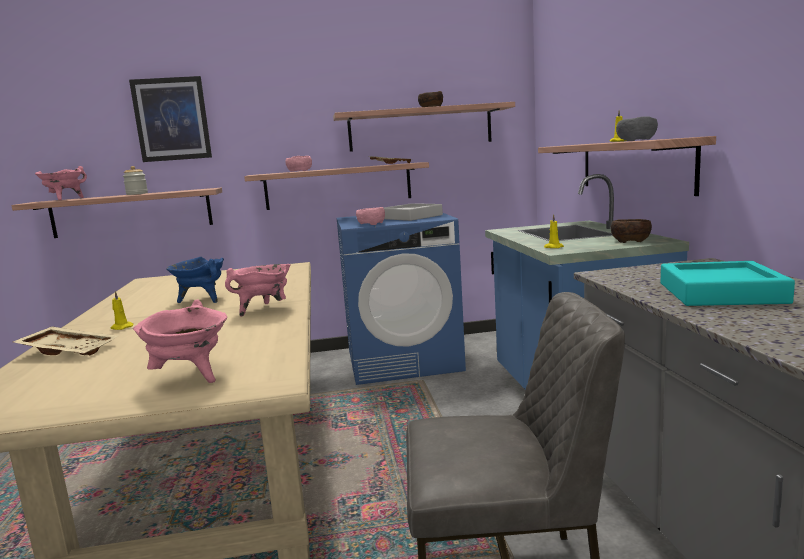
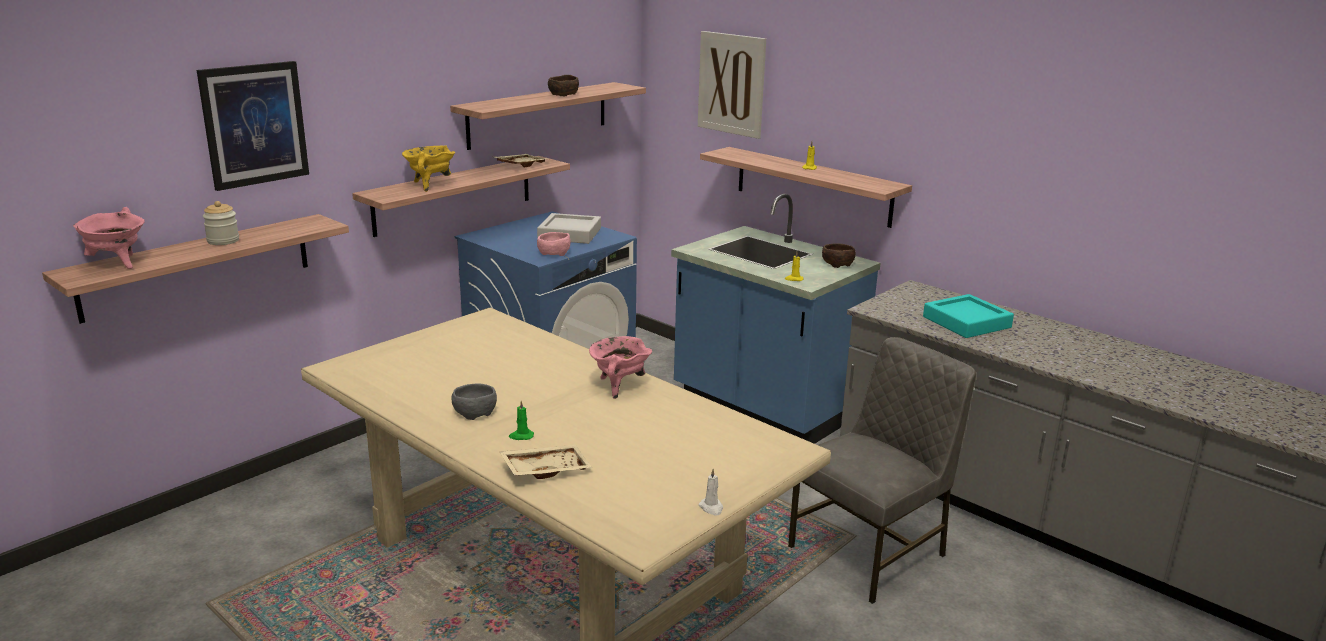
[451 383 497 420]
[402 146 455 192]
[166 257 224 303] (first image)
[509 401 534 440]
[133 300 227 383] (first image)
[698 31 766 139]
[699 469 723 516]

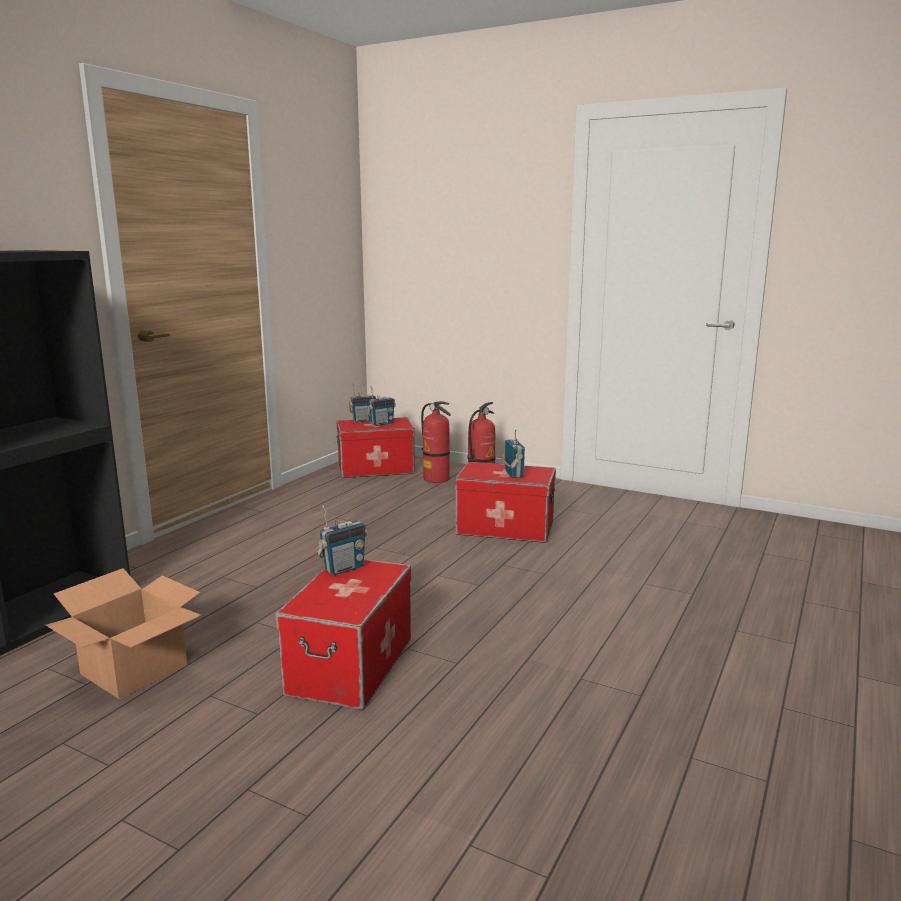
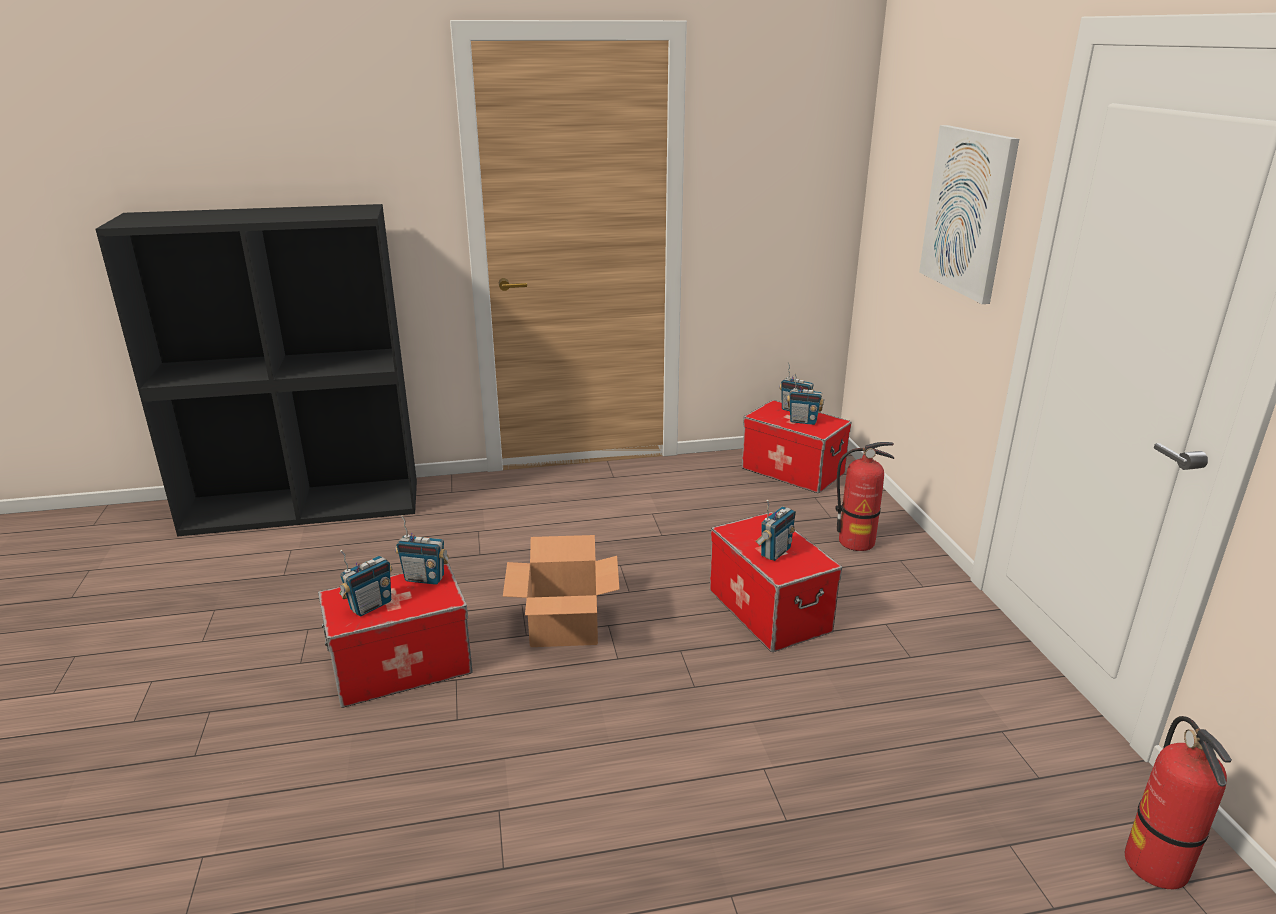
[1125 716 1232 889]
[503 535 620 647]
[919 125 1019 304]
[339 550 392 616]

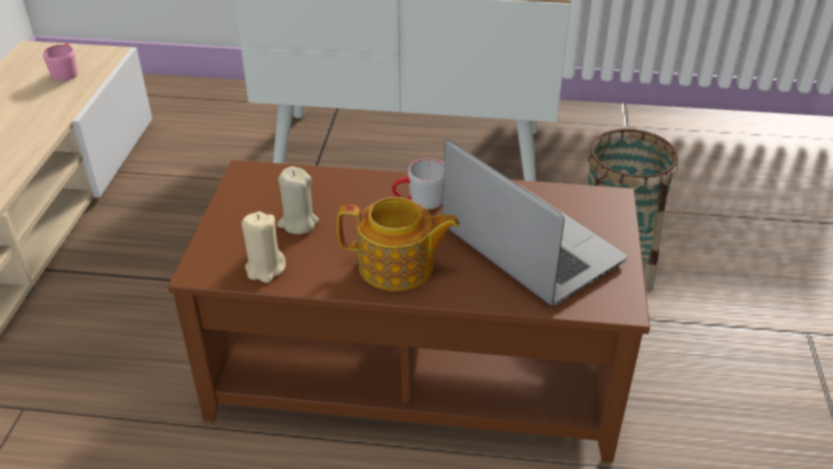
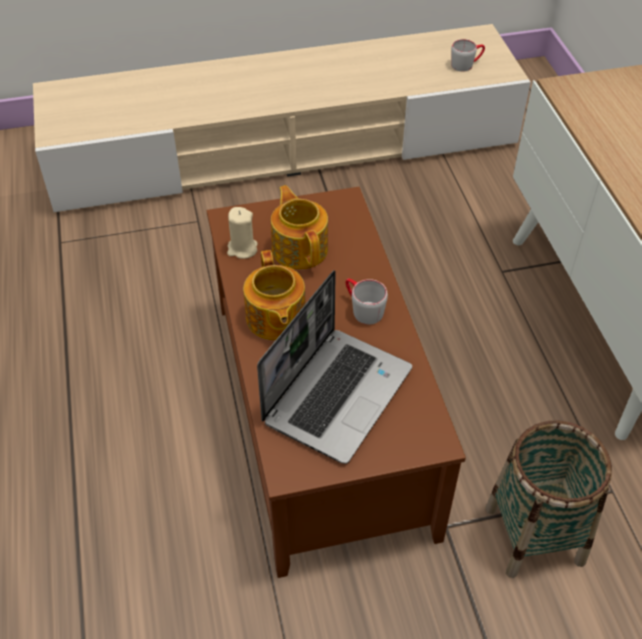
[451 39 485 72]
[271 185 328 269]

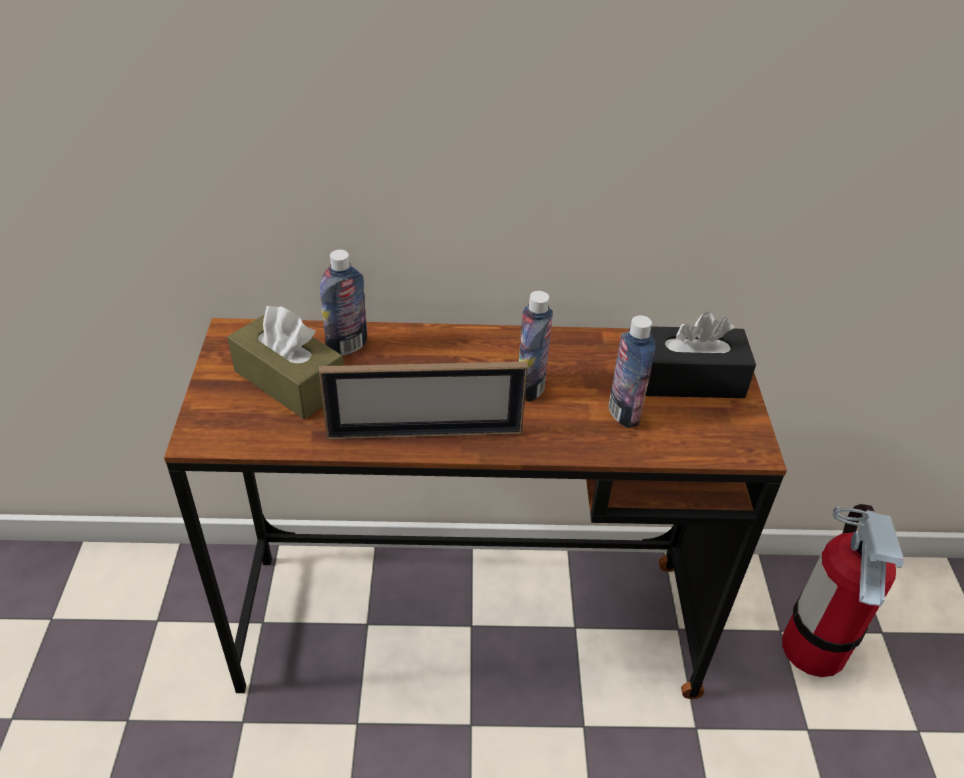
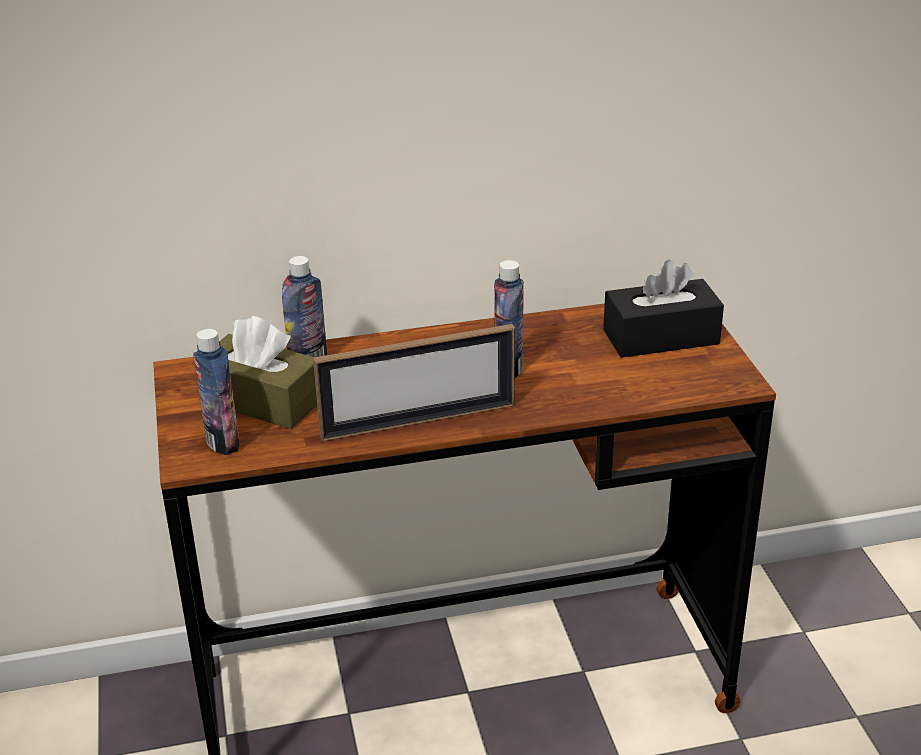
[193 329 240 455]
[782 504 904 677] (first image)

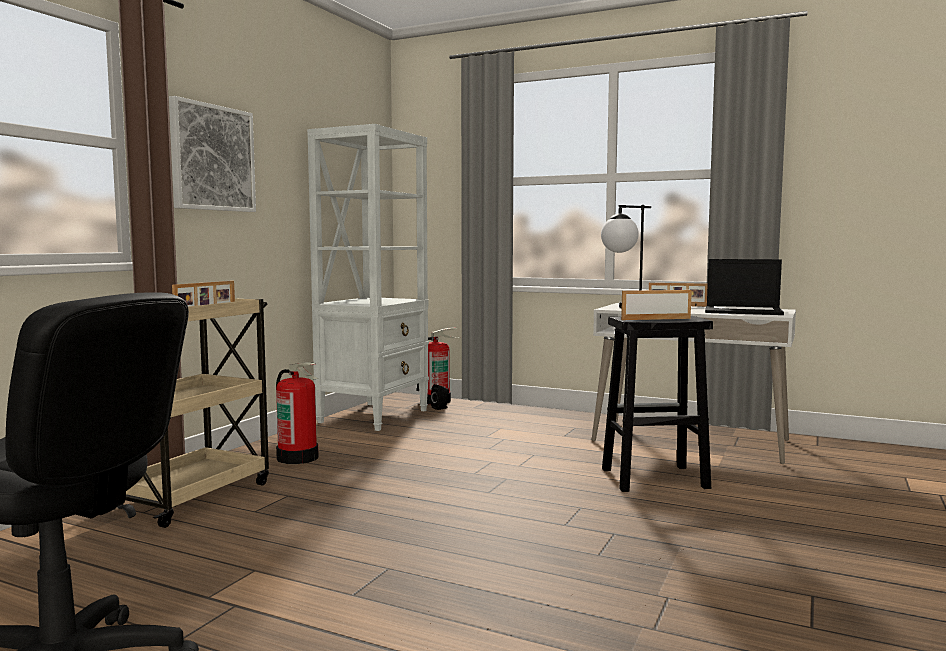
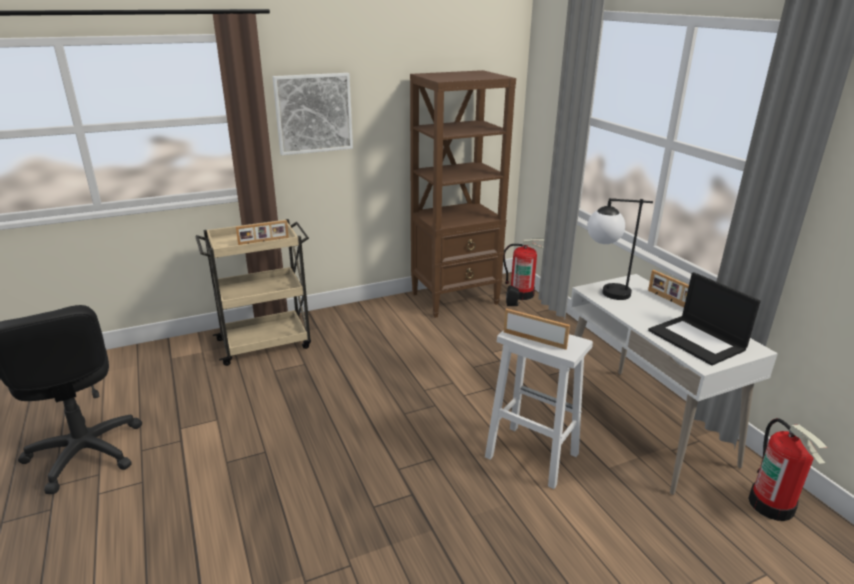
[410 70 516 318]
[485 330 593 489]
[748 418 828 521]

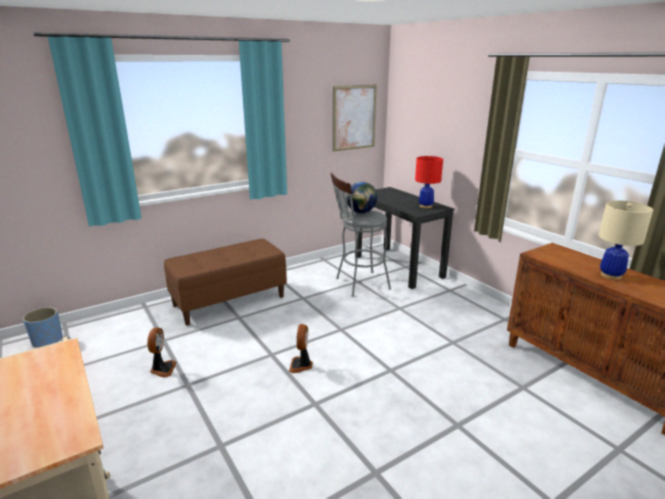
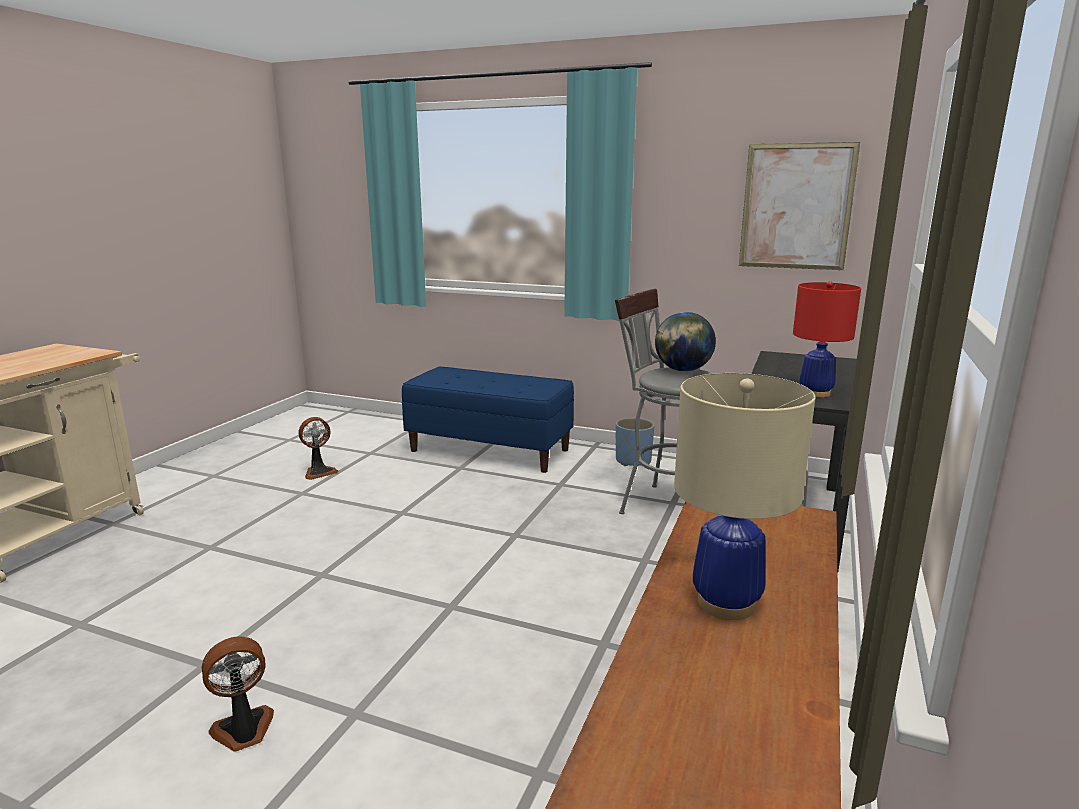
[402 366 574 473]
[616 417 655 466]
[202 636 274 752]

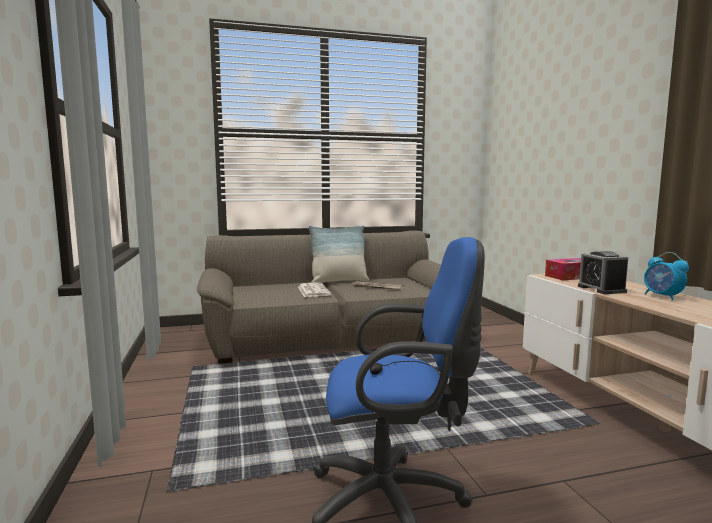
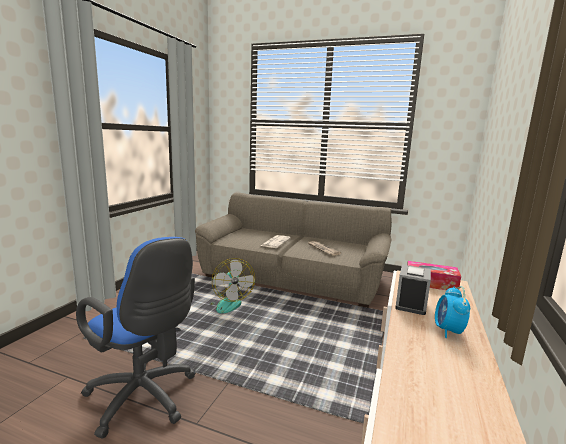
[308 225 369 283] (first image)
[209 258 255 313]

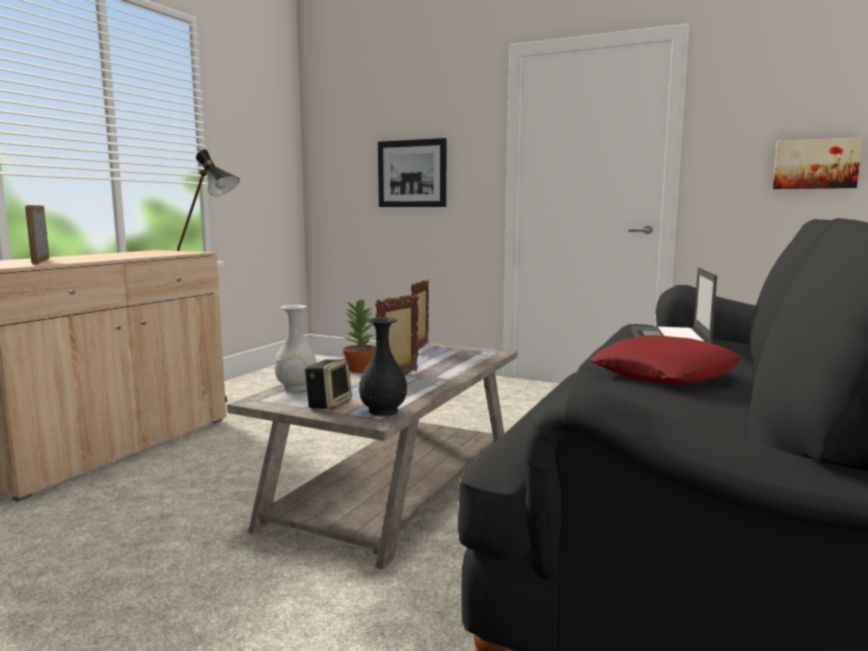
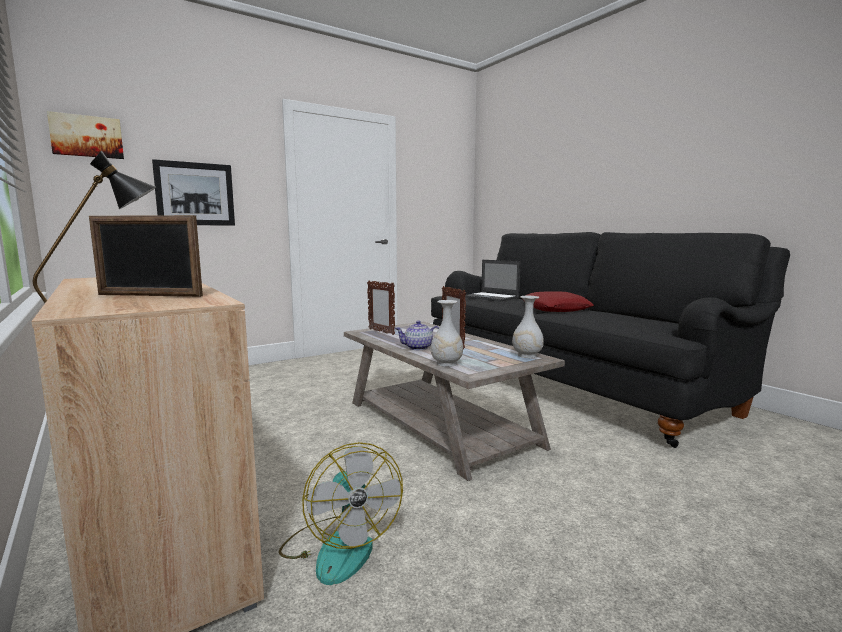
[47 111 124 159]
[395 321 439 350]
[512 296 544 358]
[305 359 352 410] (first image)
[279 442 403 585]

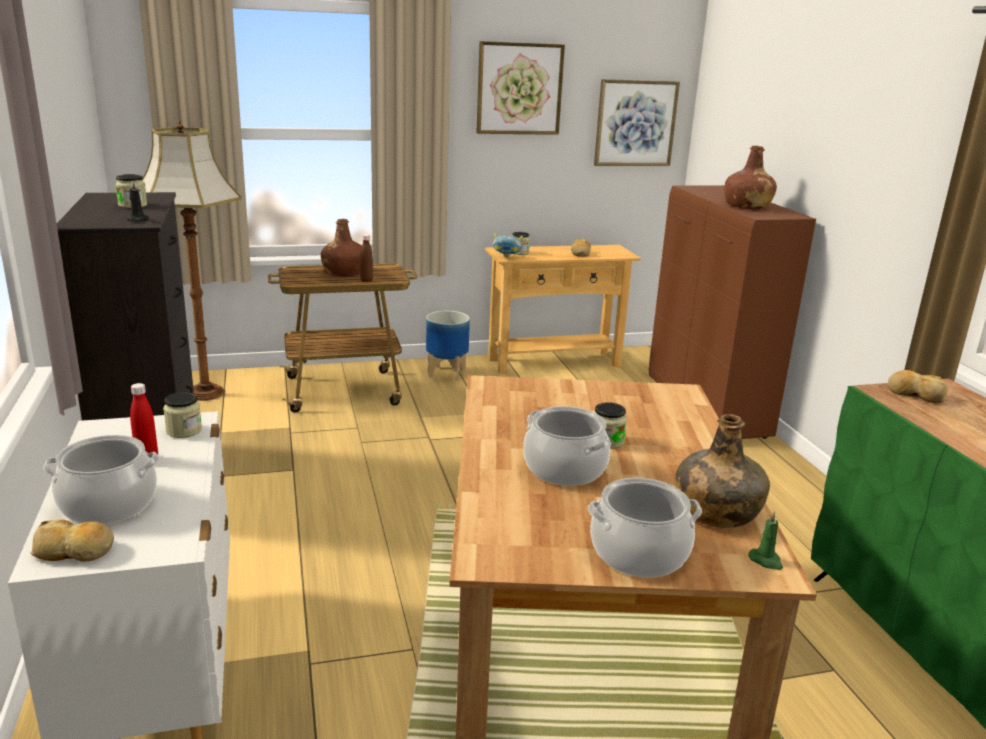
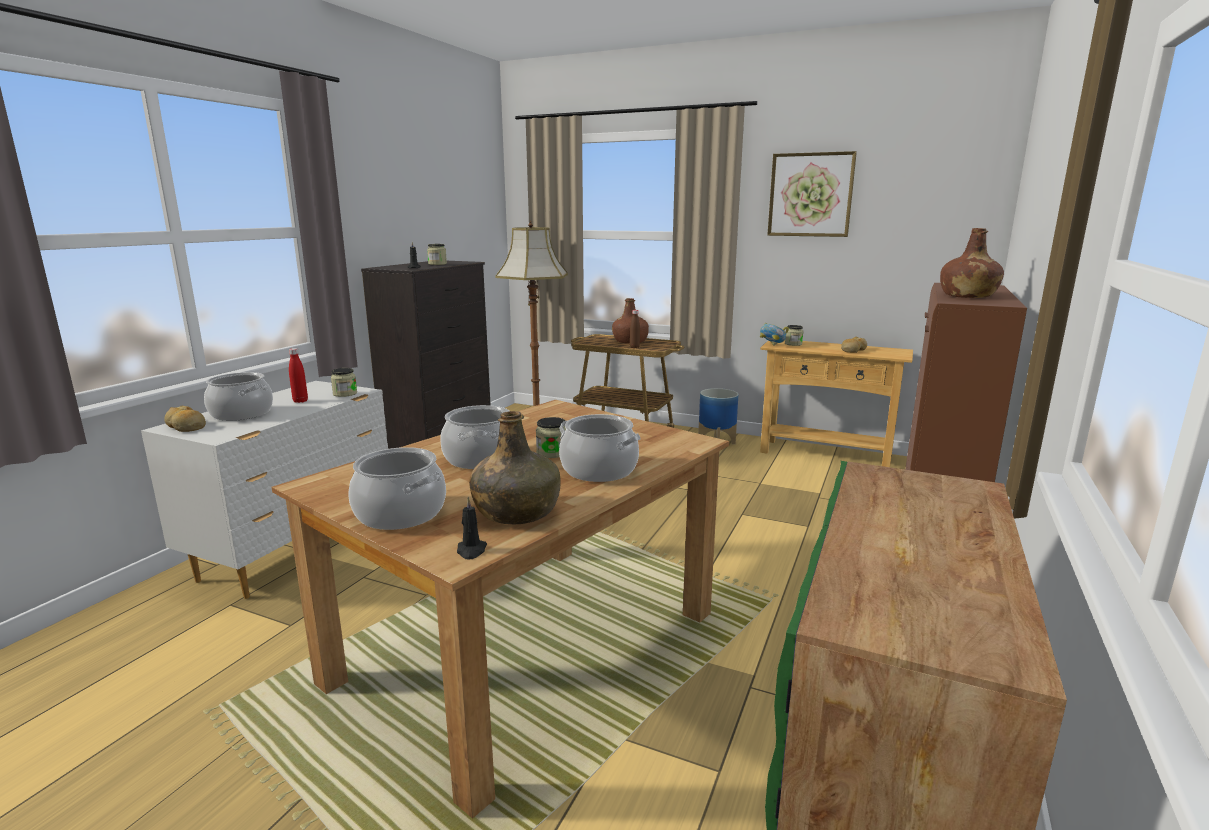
[594 79 680 166] (first image)
[888 370 948 403] (first image)
[457 497 487 560]
[559 414 641 482]

